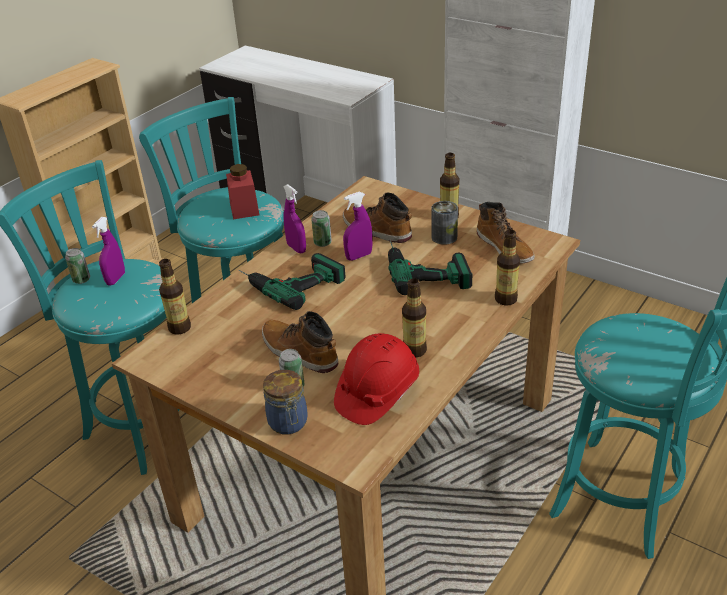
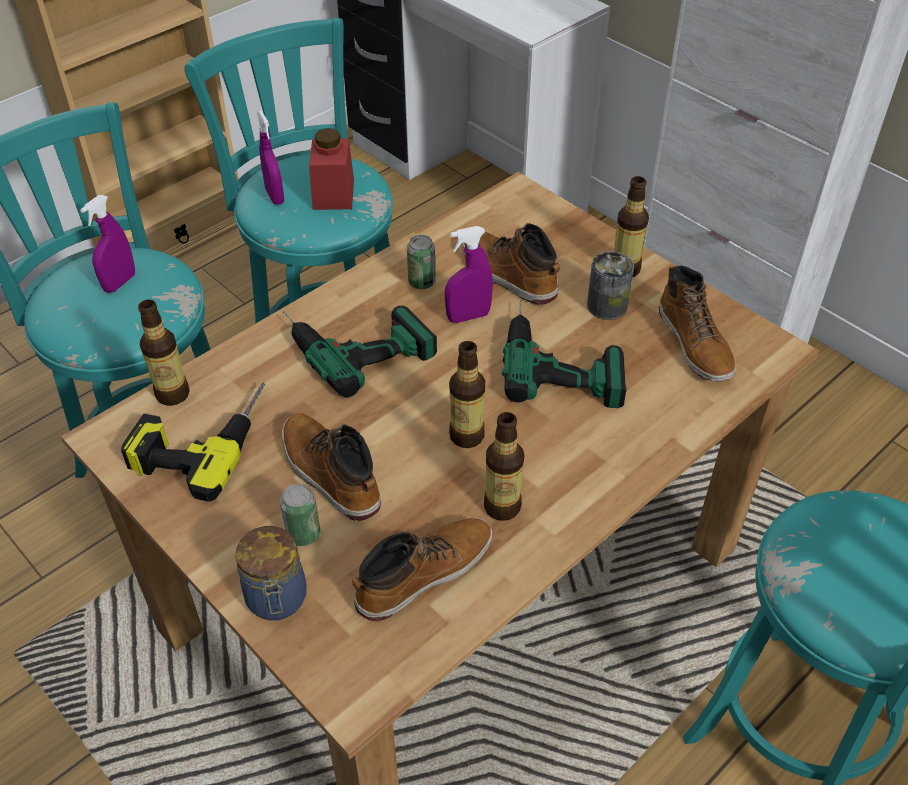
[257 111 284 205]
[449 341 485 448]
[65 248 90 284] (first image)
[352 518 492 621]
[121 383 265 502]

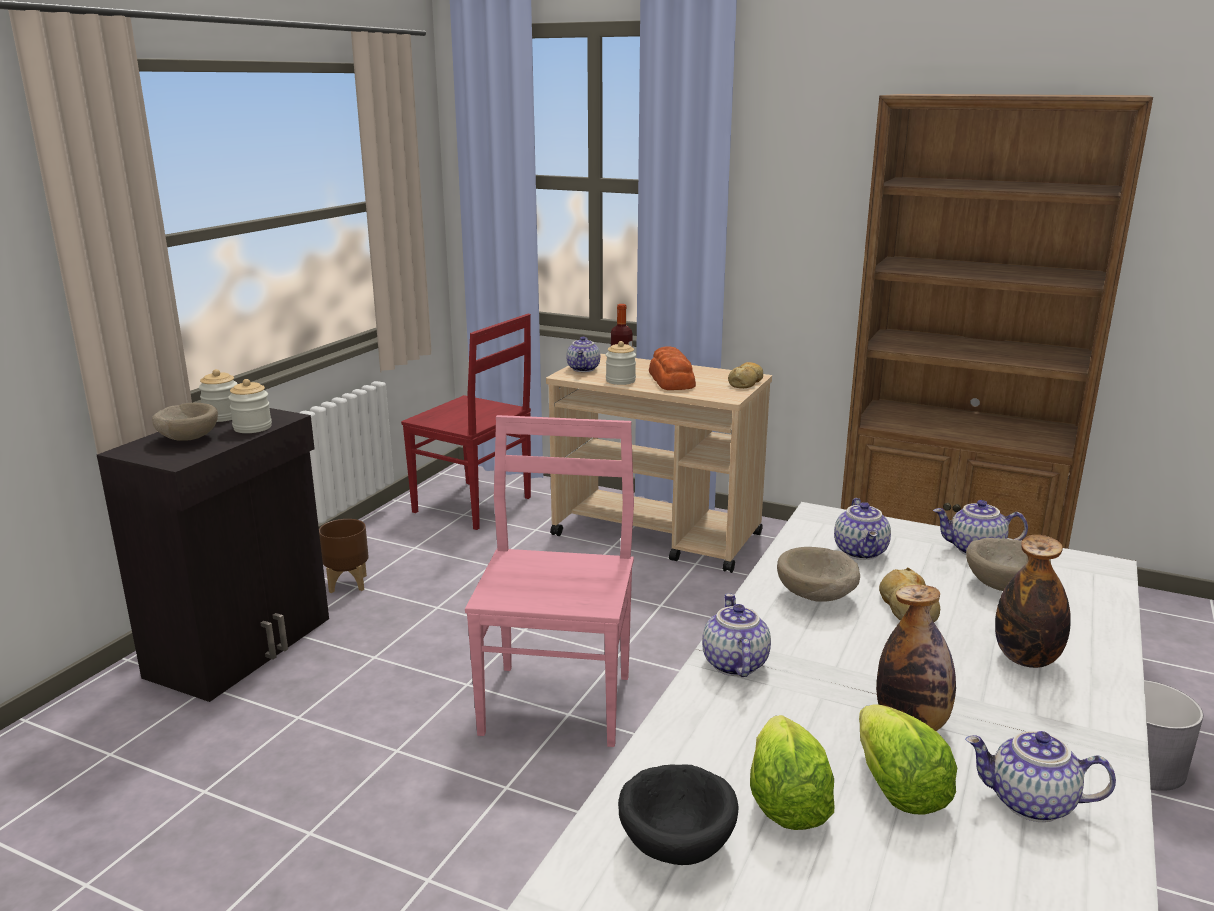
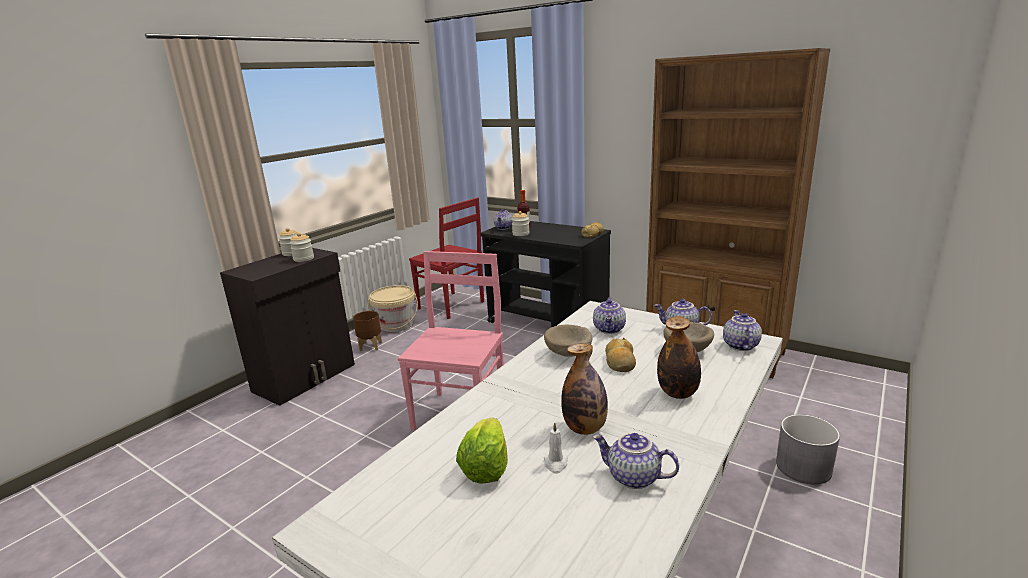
[649 346 696 390] (first image)
[480 221 611 327]
[152 403 218 441] (first image)
[723 310 762 351]
[544 422 568 474]
[618 764 738 865] (first image)
[368 285 418 332]

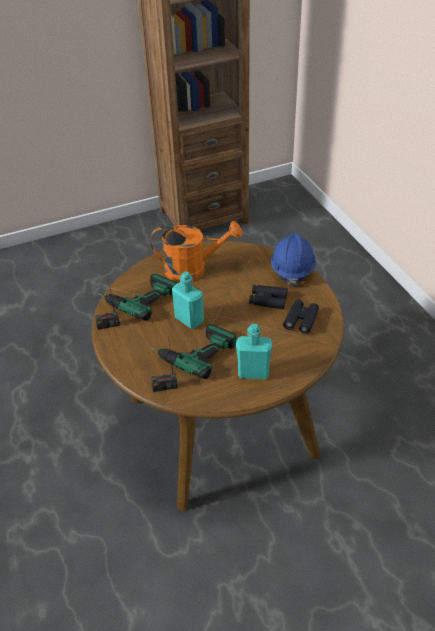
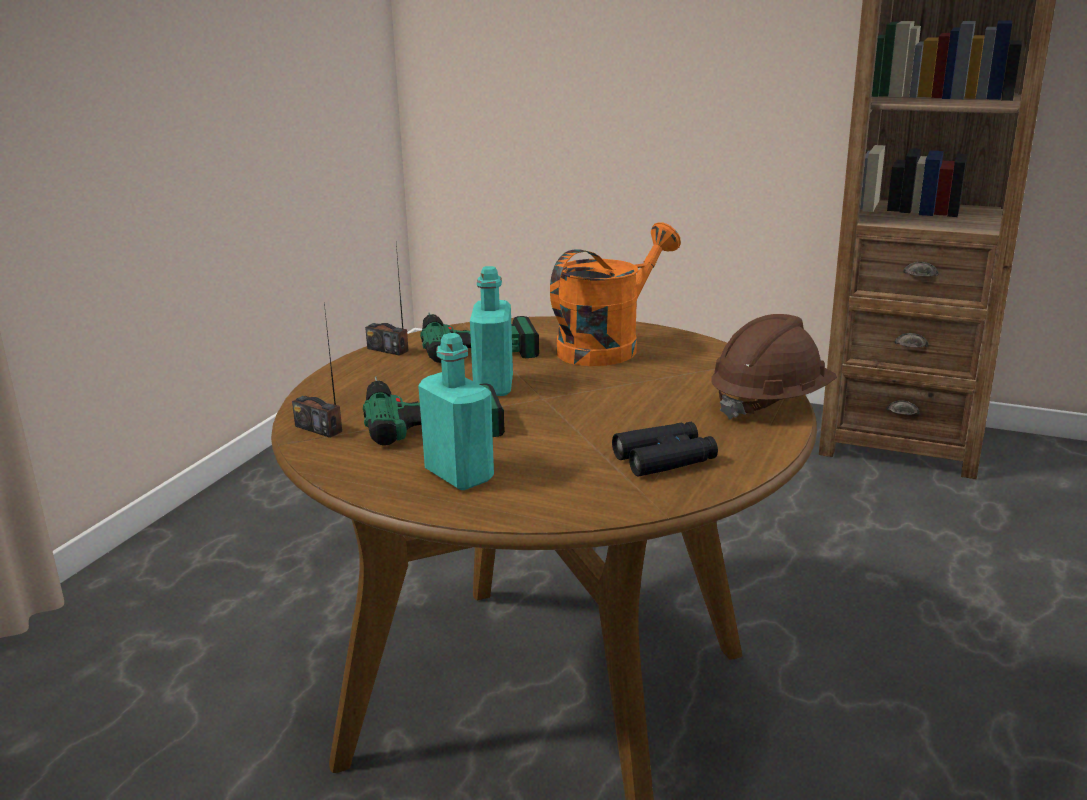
[550 223 681 366]
[711 314 837 420]
[249 285 288 309] (first image)

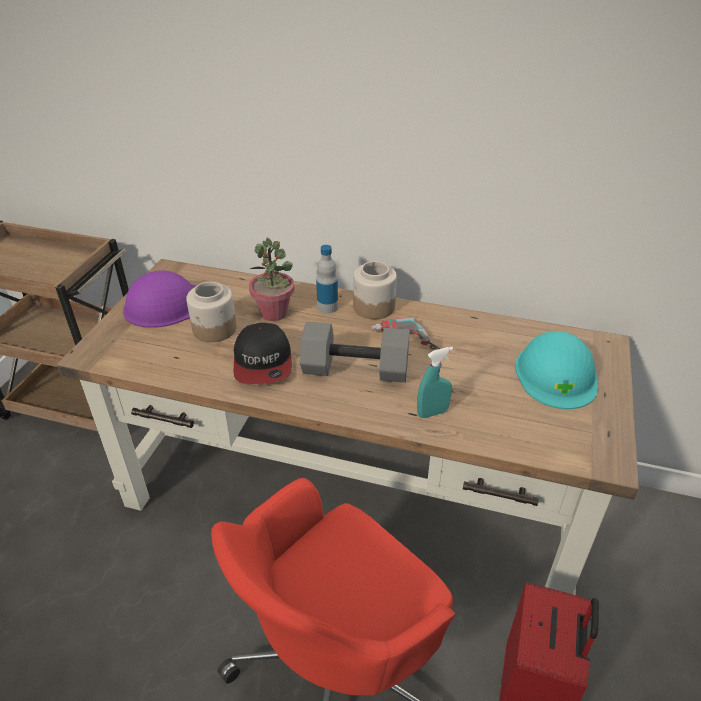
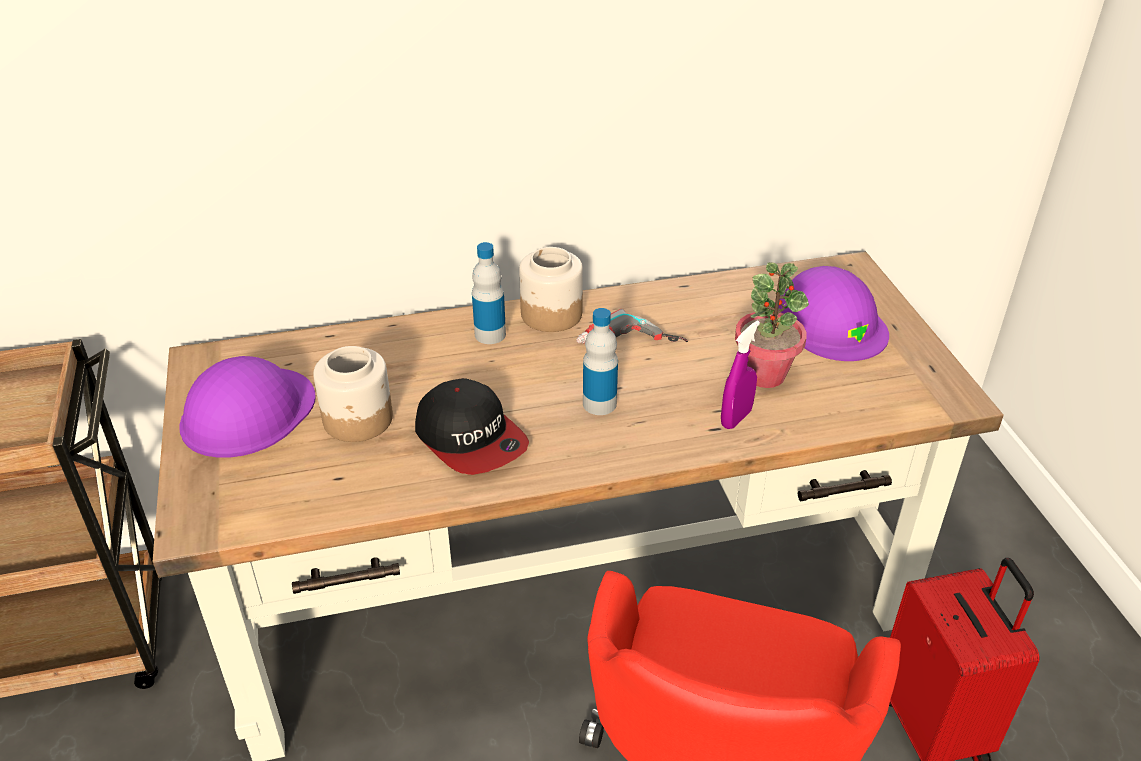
[735 263 809 388]
[583 308 618 415]
[778 266 889 361]
[721 320 760 429]

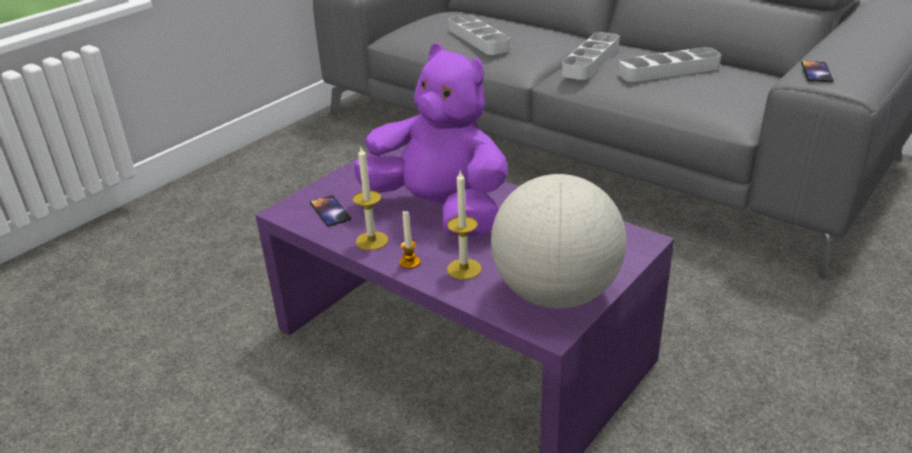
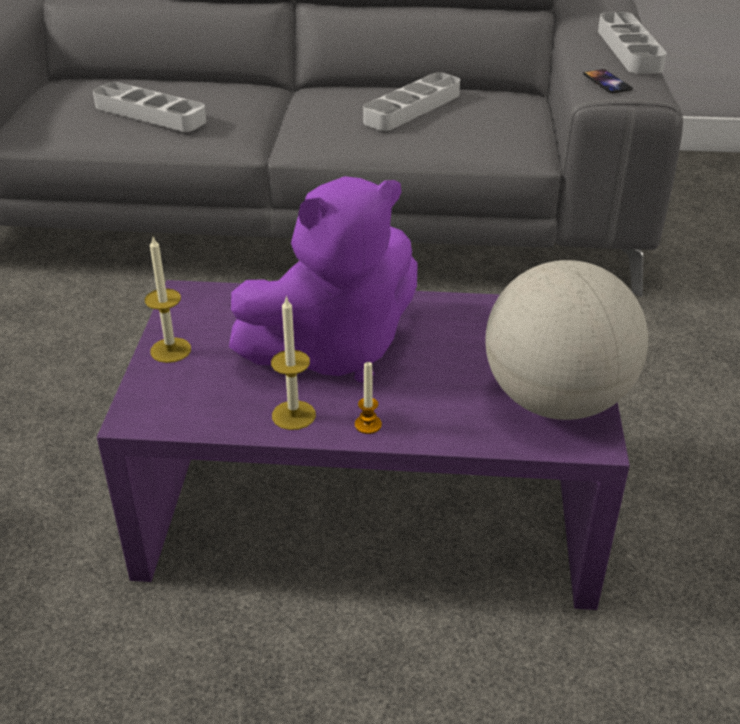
[598 12 666 74]
[229 176 418 383]
[145 237 191 363]
[310 195 351 227] (first image)

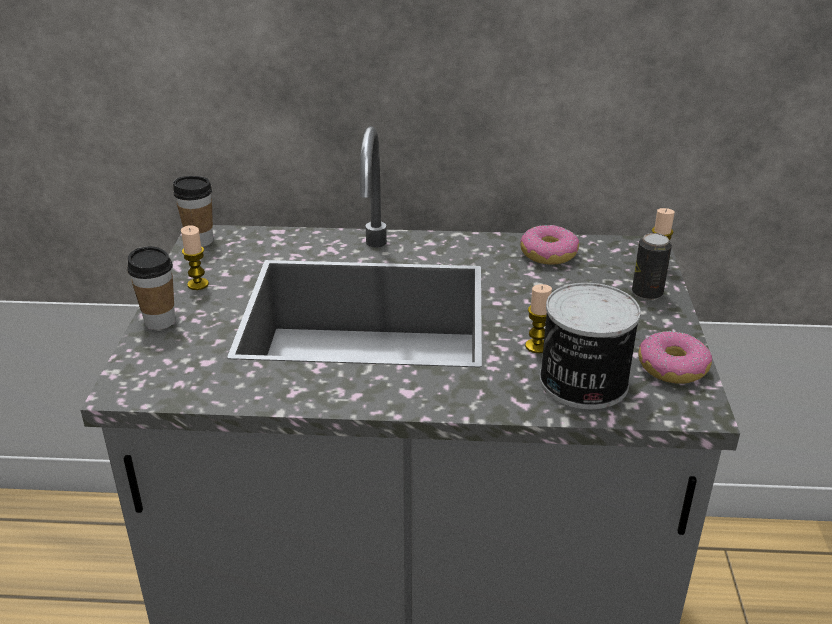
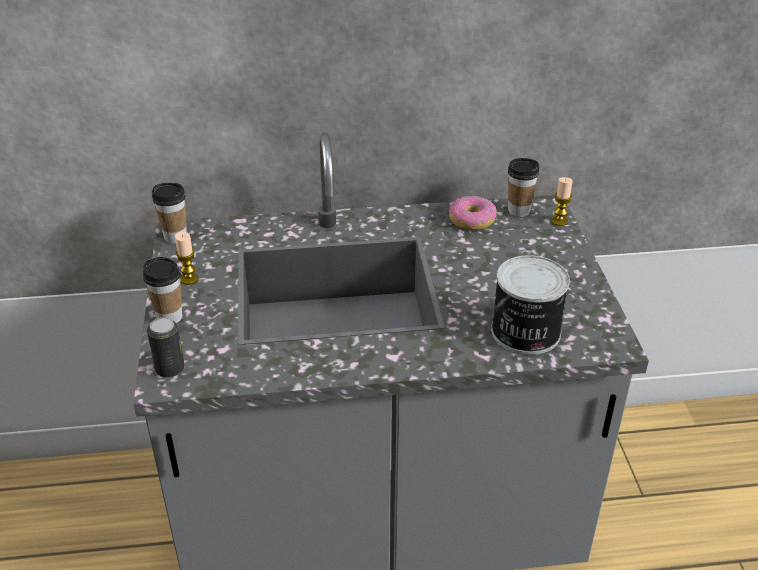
[147 317 185 378]
[525 284 552 353] (first image)
[638 331 712 384] (first image)
[508 158 540 217]

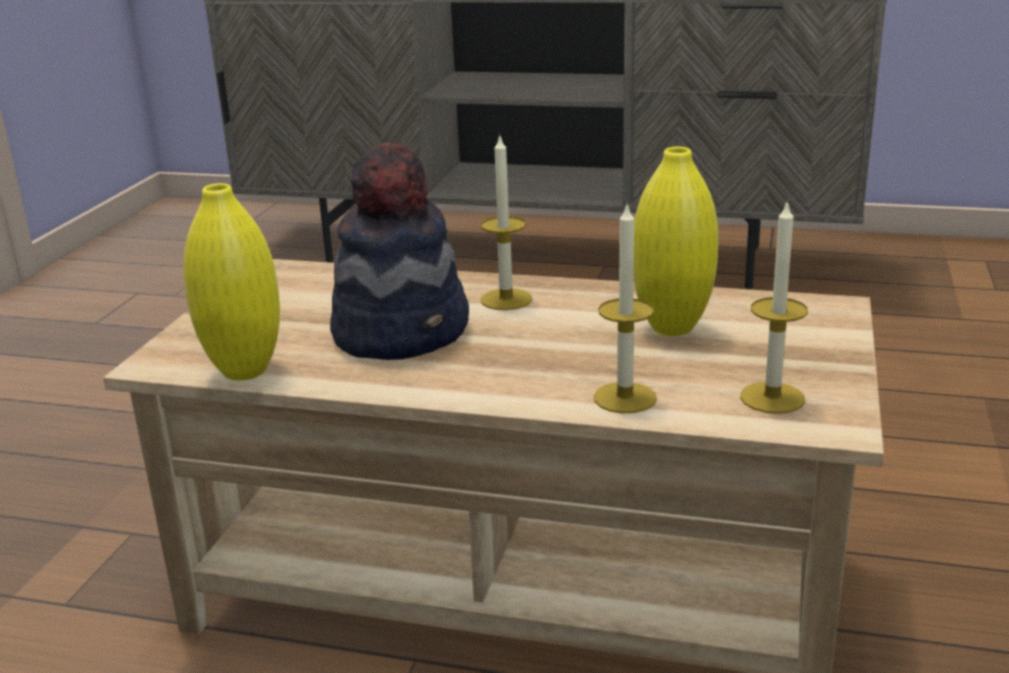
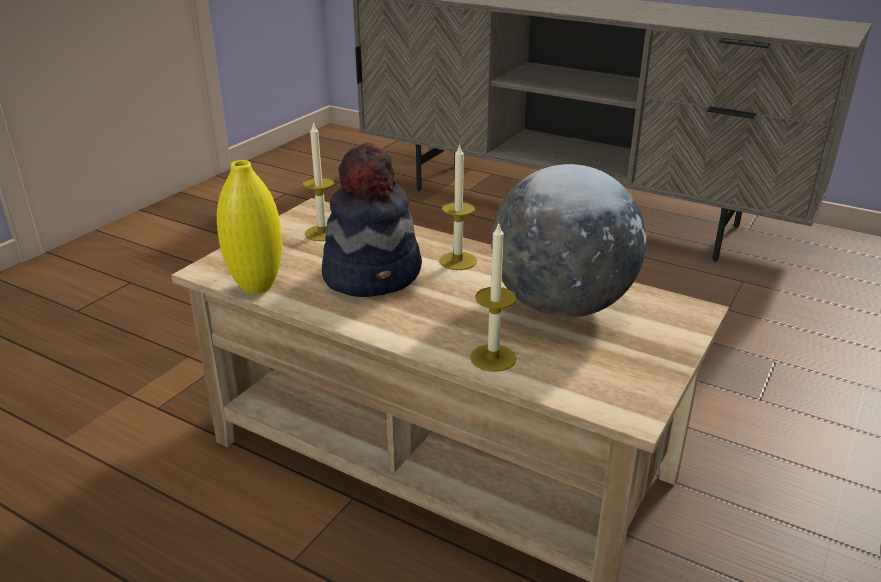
[491 164 646 318]
[303 122 334 241]

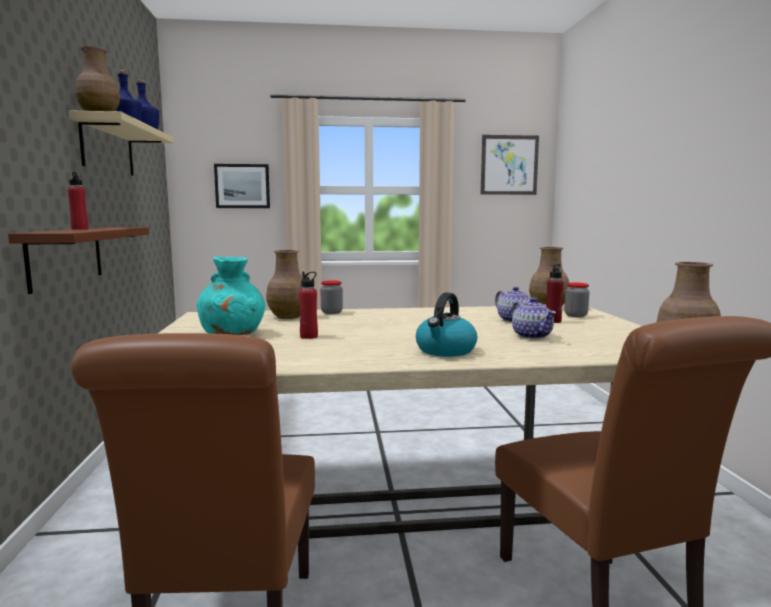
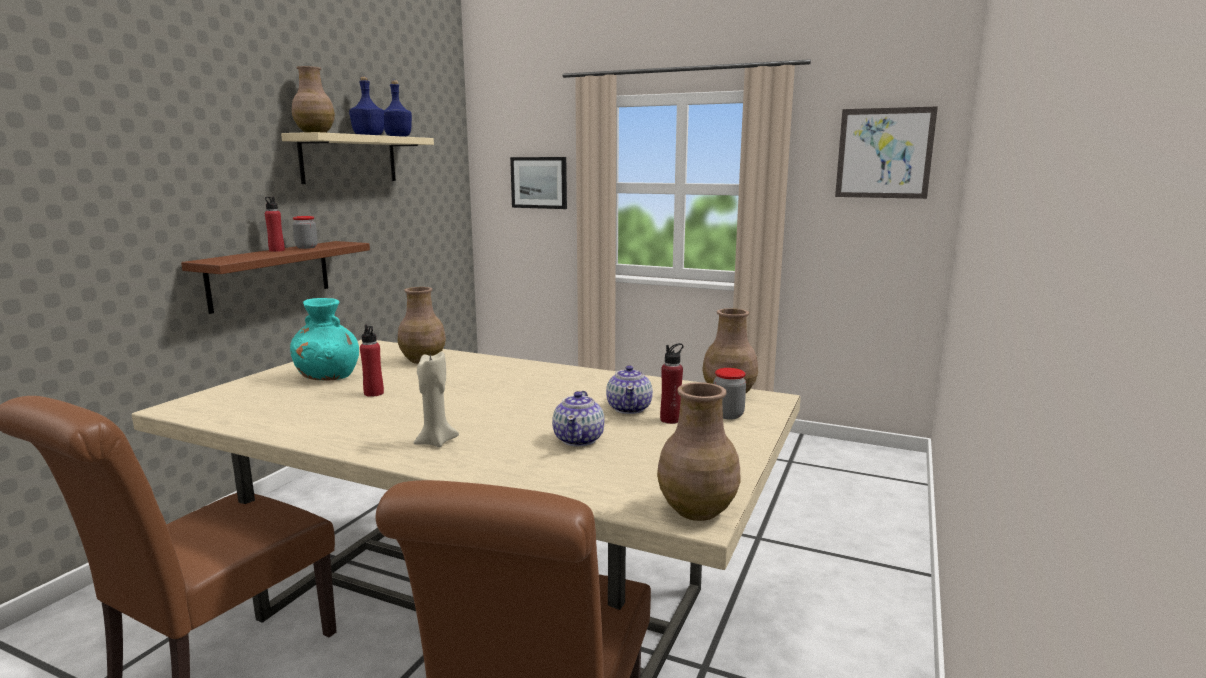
[293 216 318 249]
[414 352 459 447]

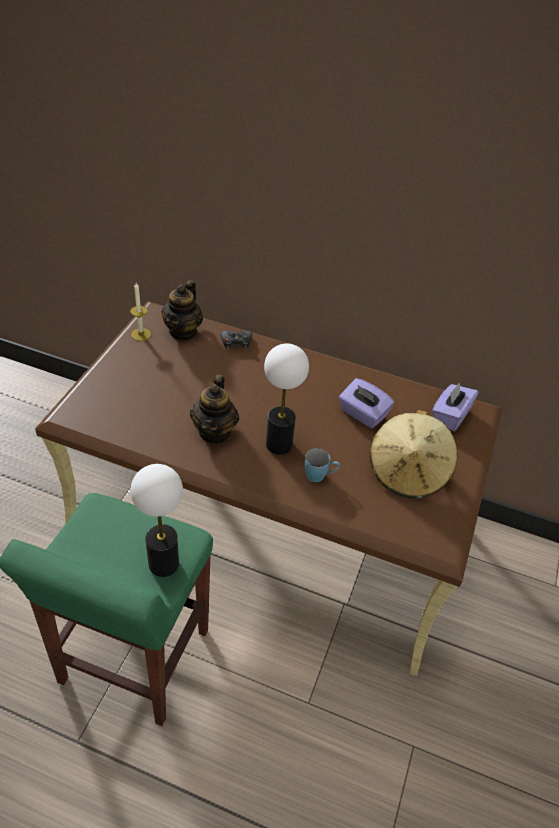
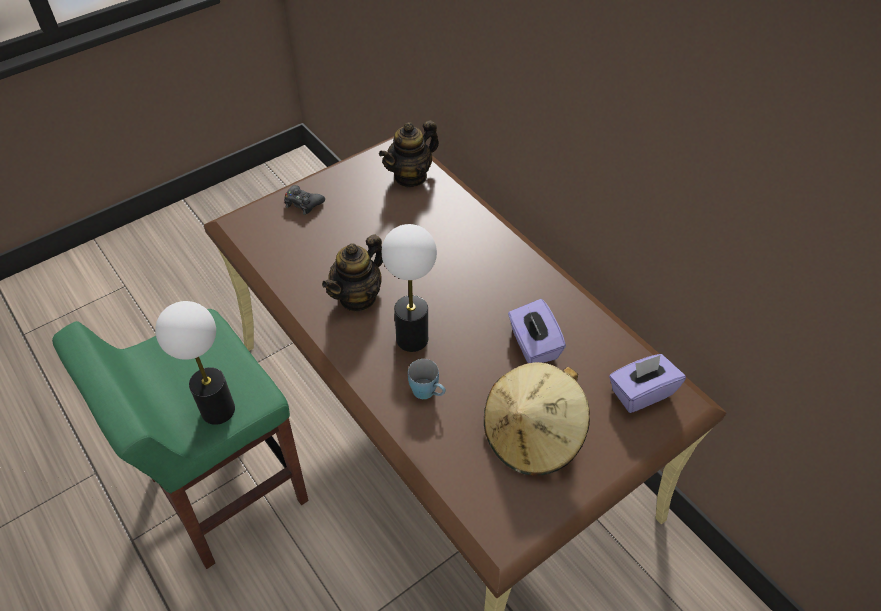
[130 283 151 341] (first image)
[284 185 325 215]

